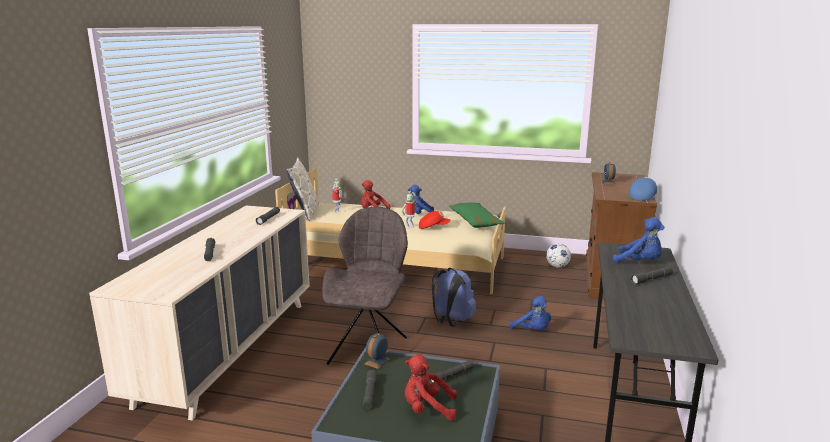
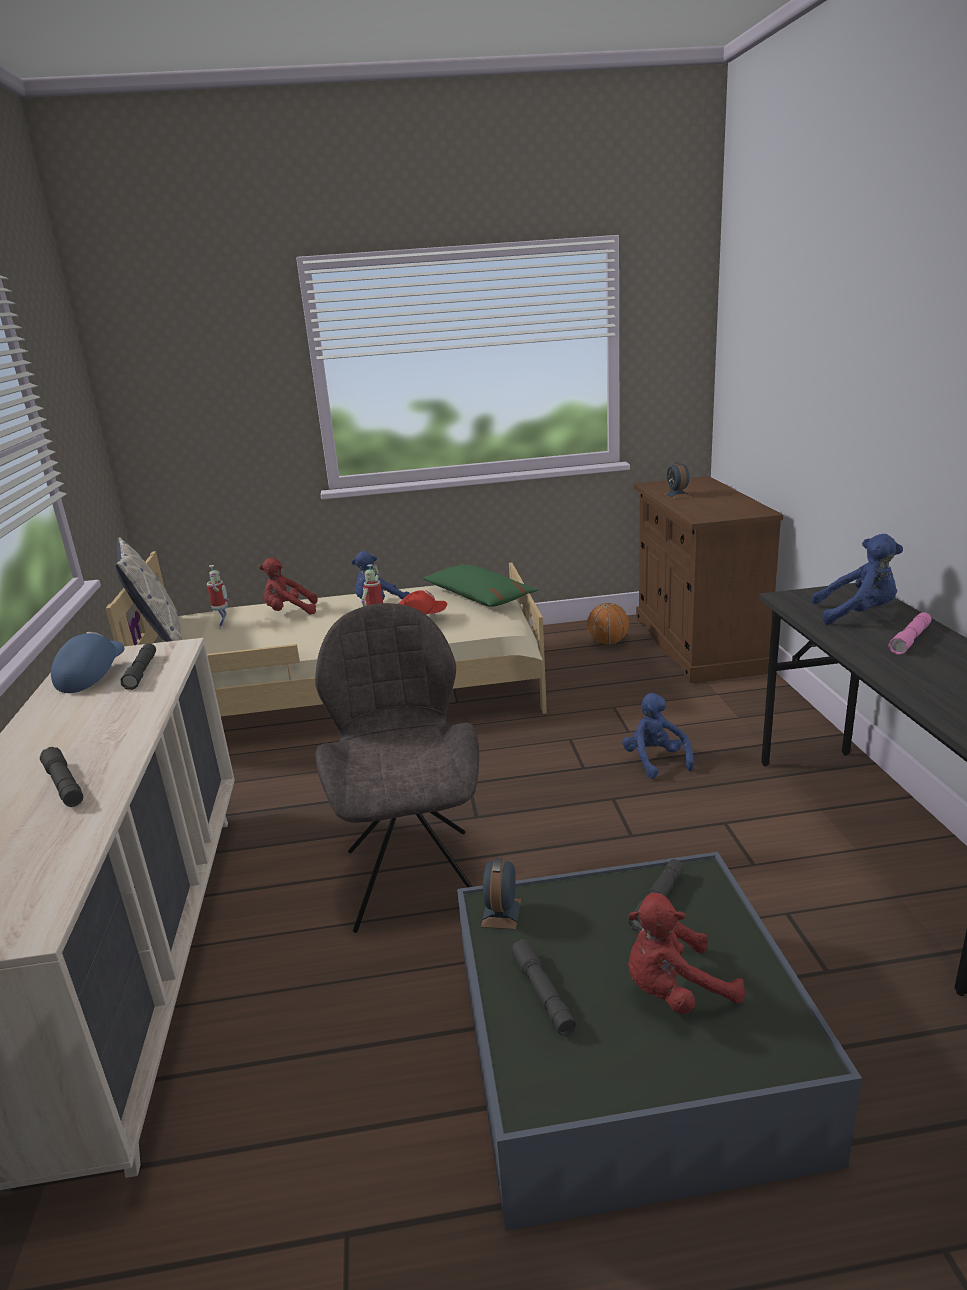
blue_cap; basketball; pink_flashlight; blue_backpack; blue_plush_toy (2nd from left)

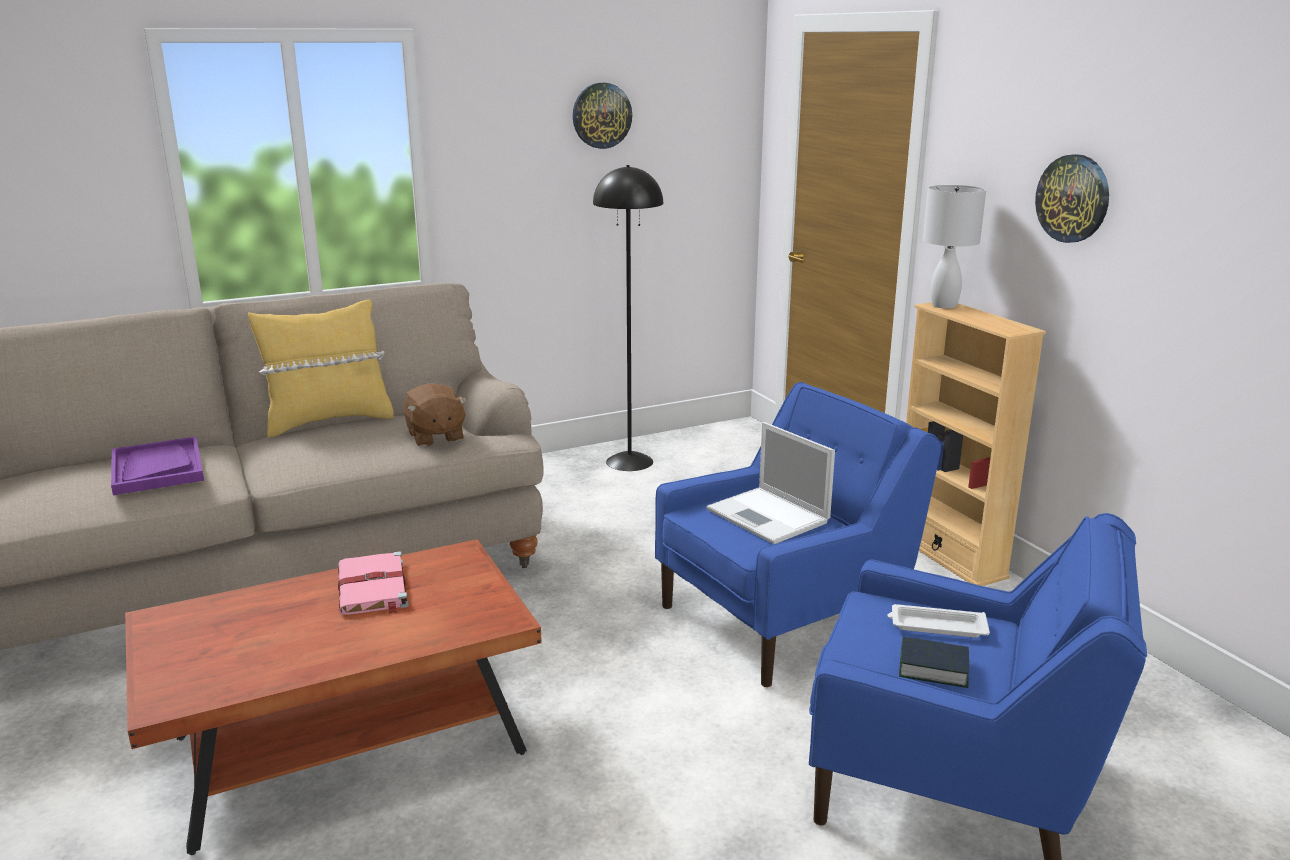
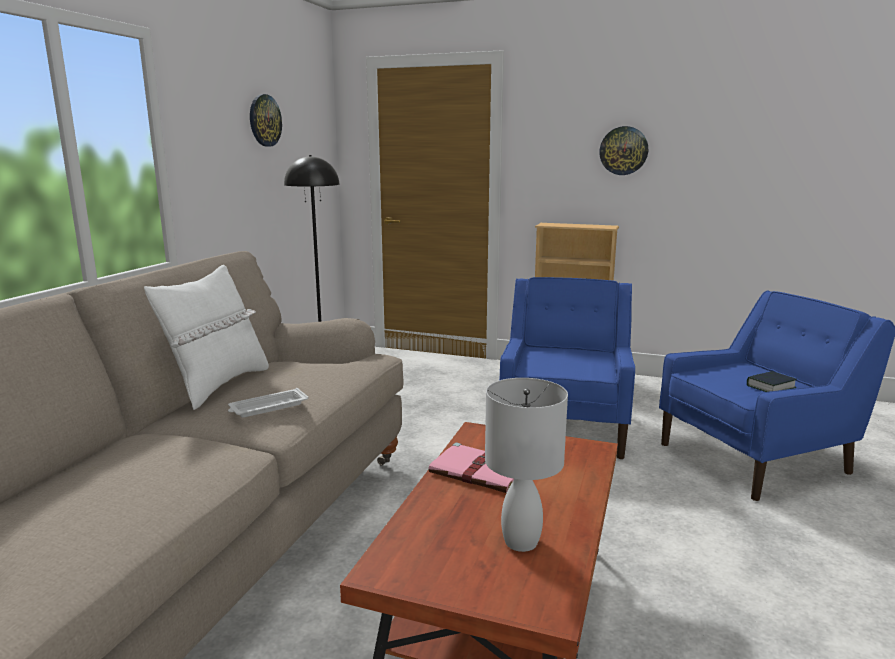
white_table_lamp; white_pillow; brown_plush_toy; laptop; purple_tray; white_tray

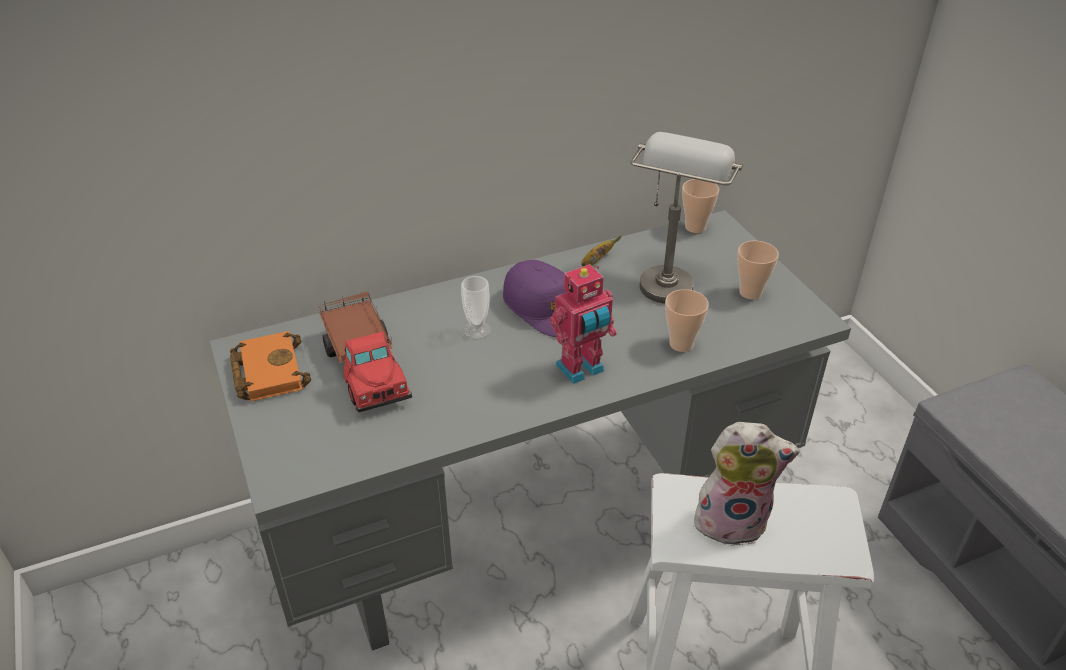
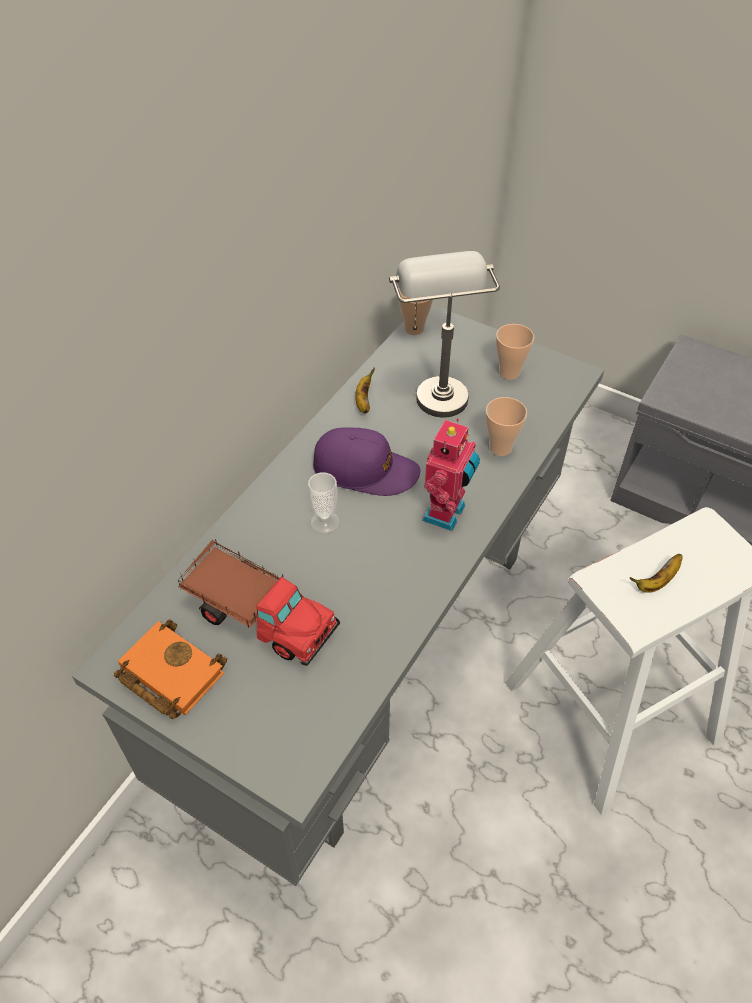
banana (2nd from left)

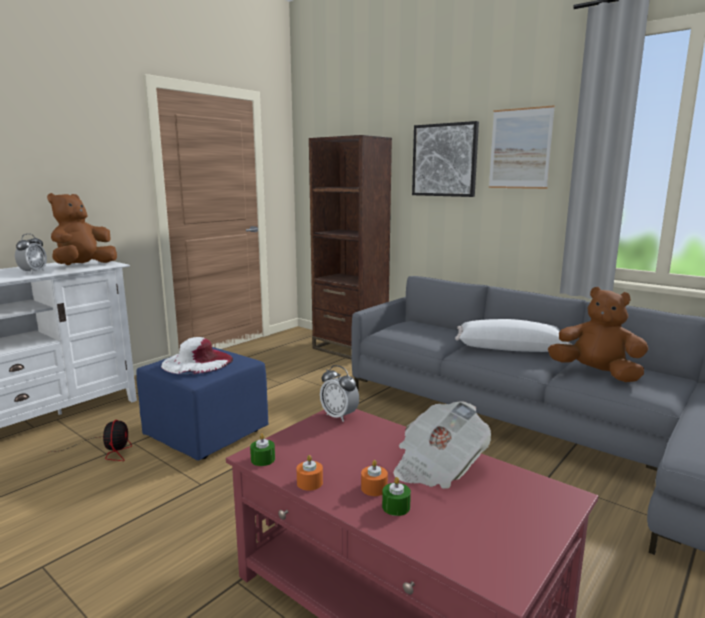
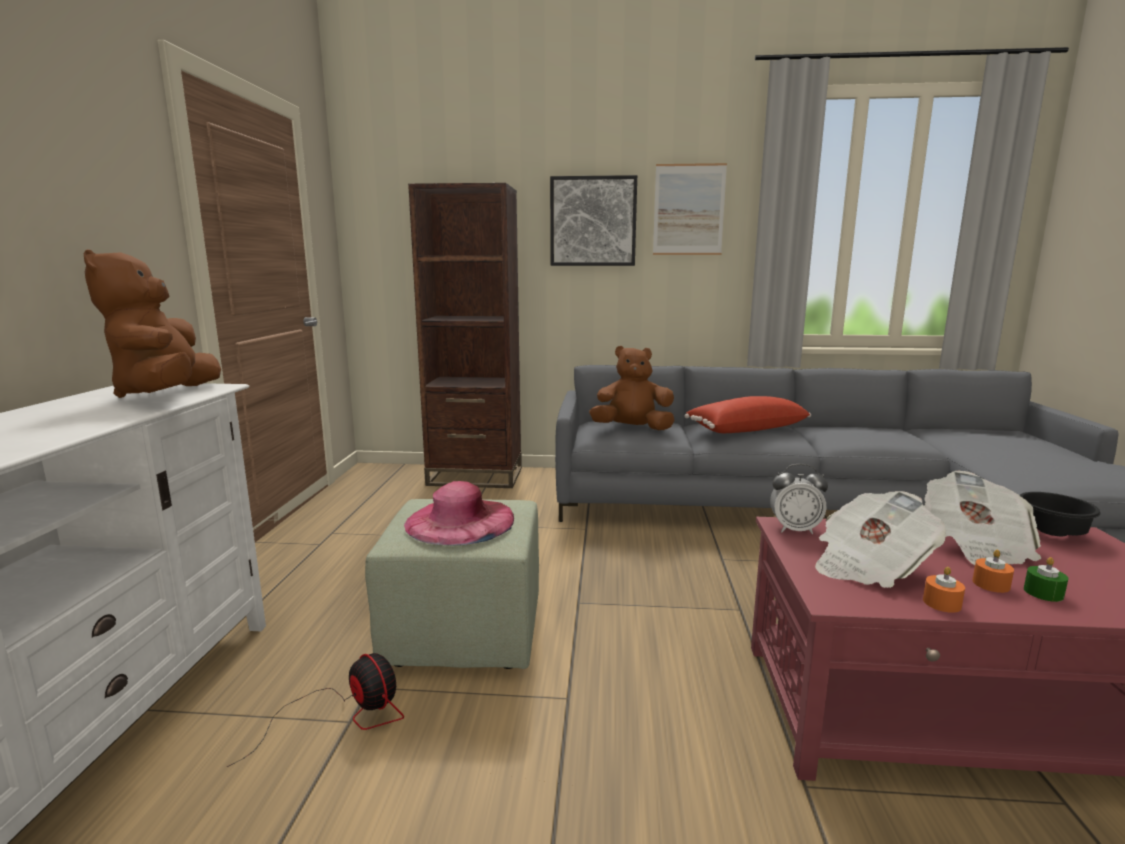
alarm_clock (1st from left in the first image); brown_plush_toy (2nd from left); red_pillow; pink_hat; green_ottoman; green_candle (1st from left in the first image); newspaper (1st from left); black_bowl

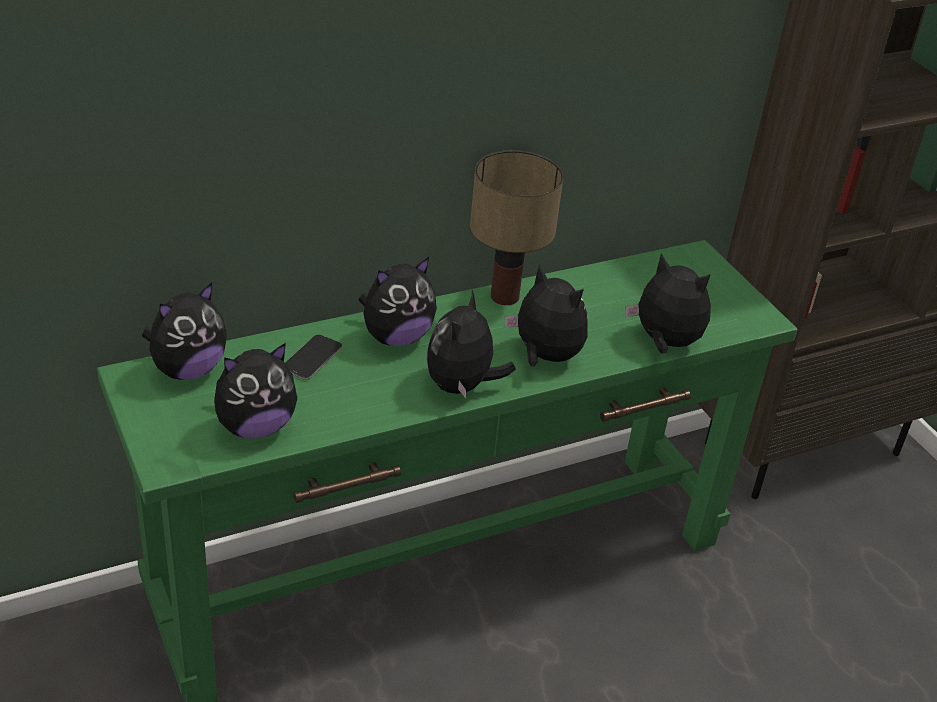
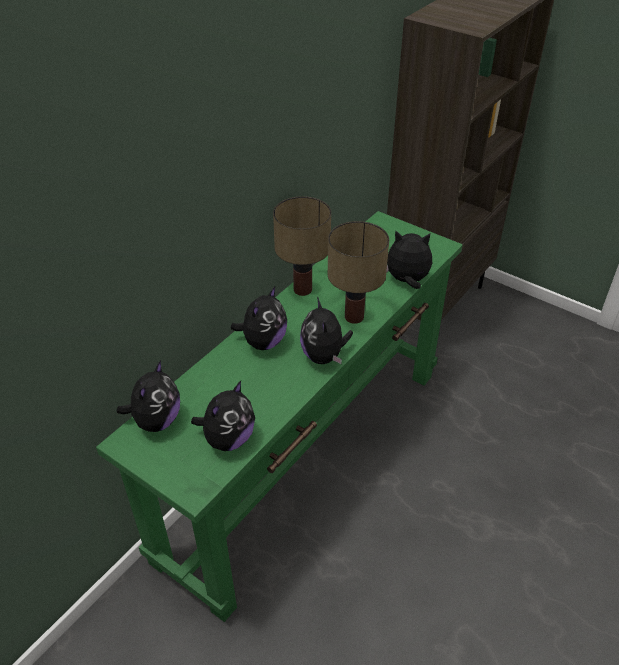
table_lamp (2nd from left); phone

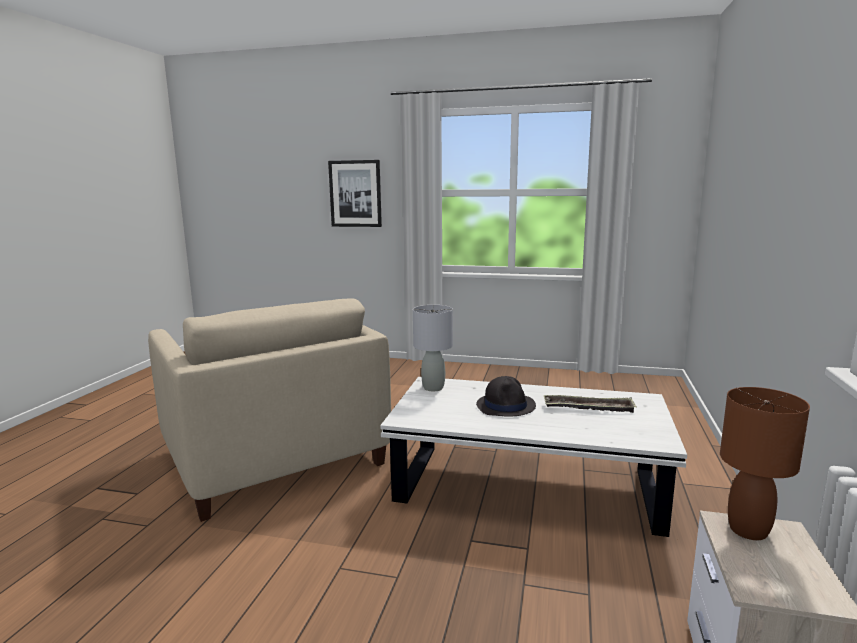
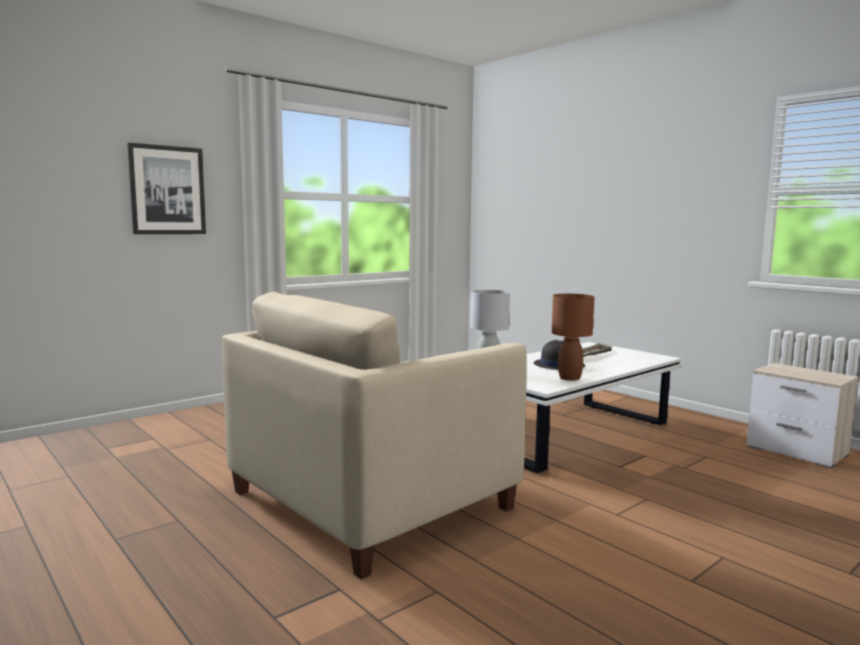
beige_armchair; brown_table_lamp

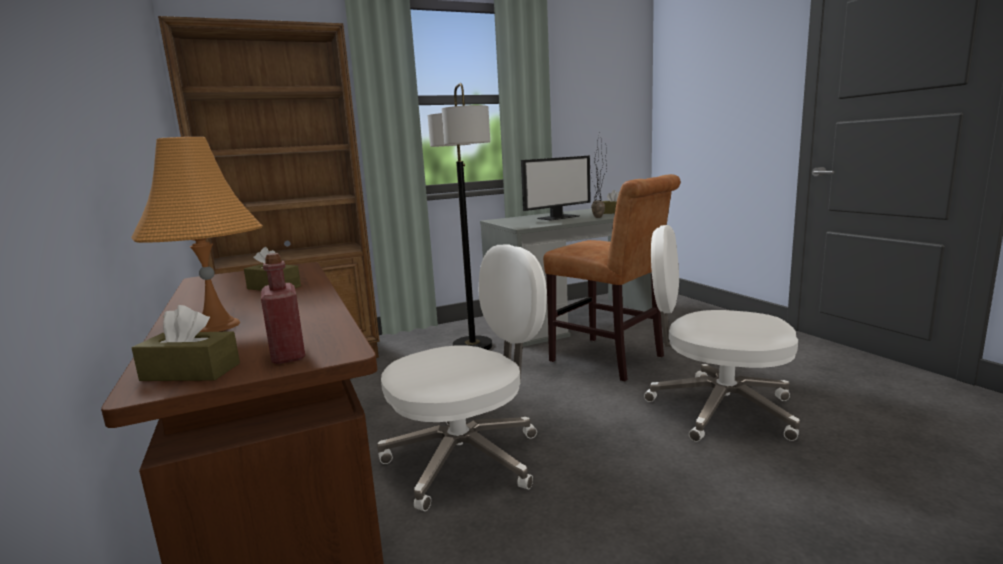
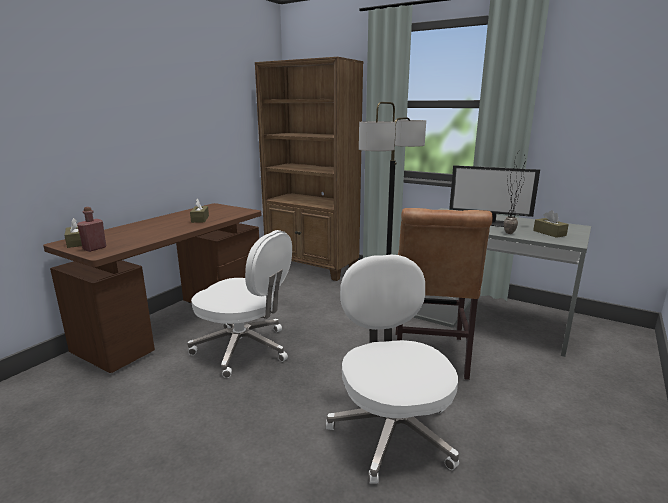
orange_table_lamp

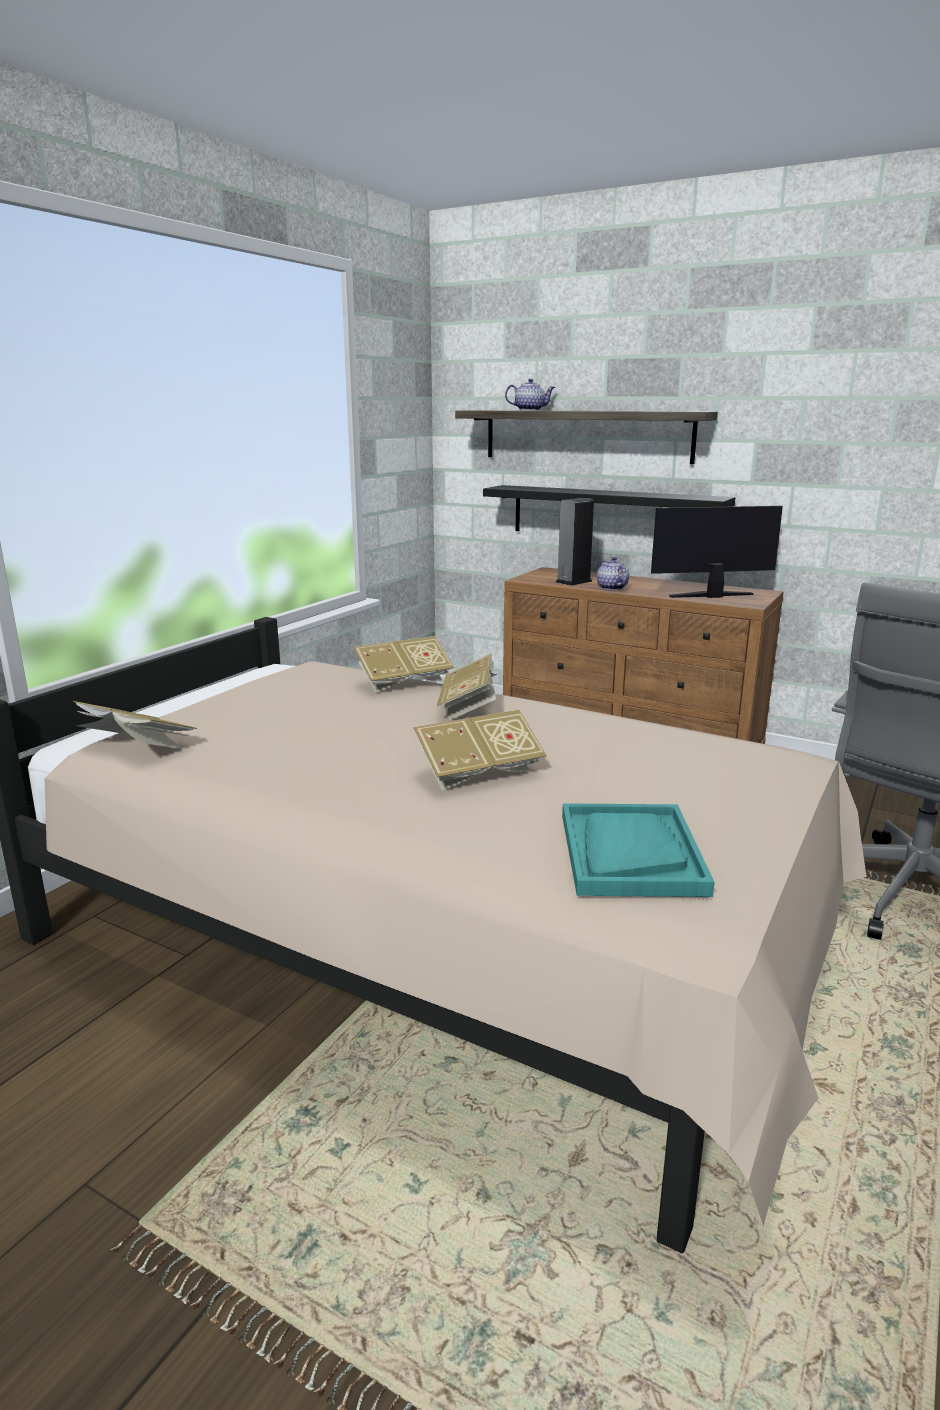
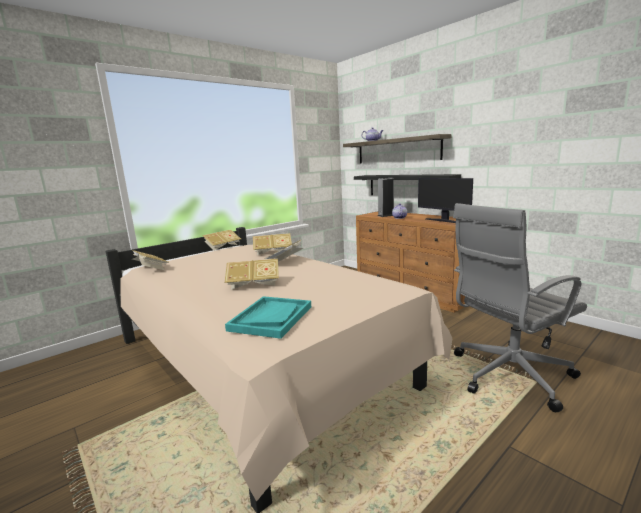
monitor; book (2nd from left)

